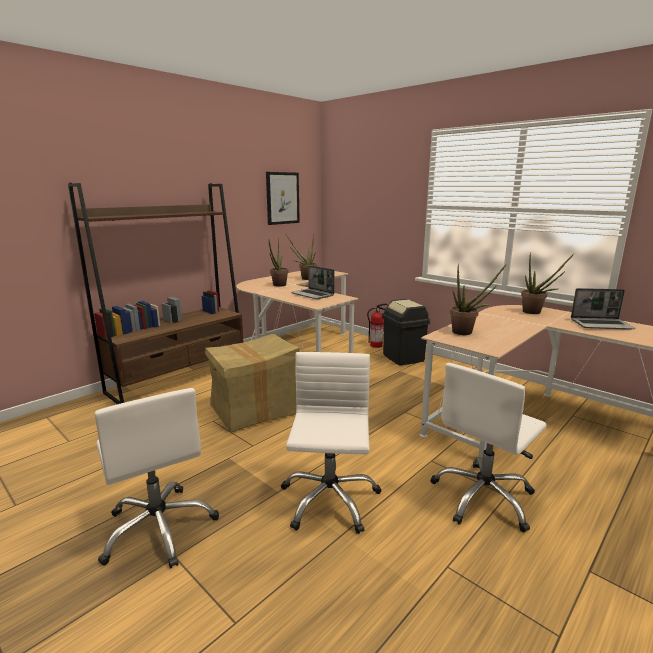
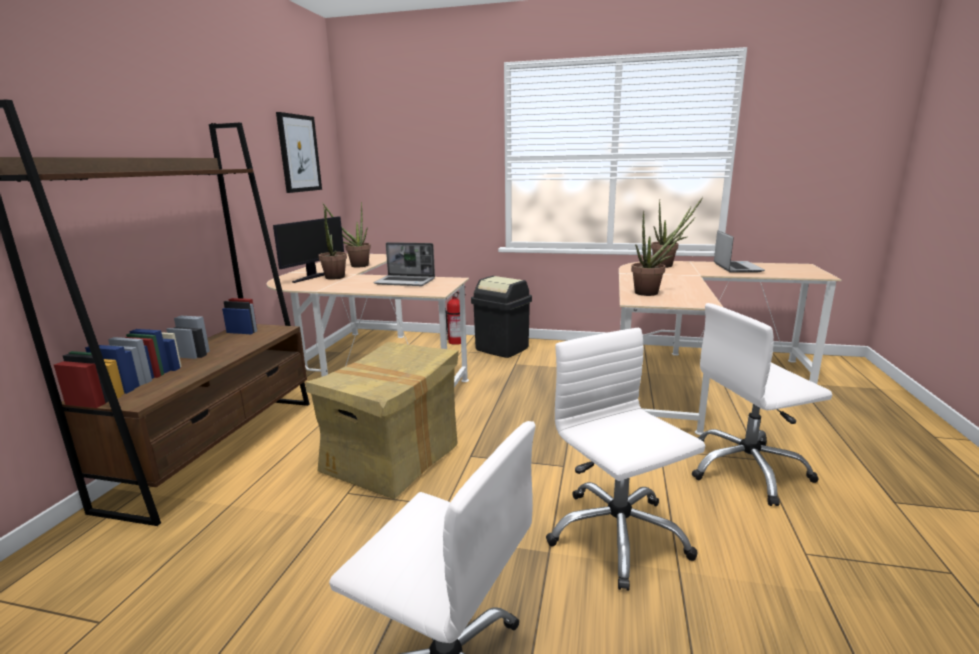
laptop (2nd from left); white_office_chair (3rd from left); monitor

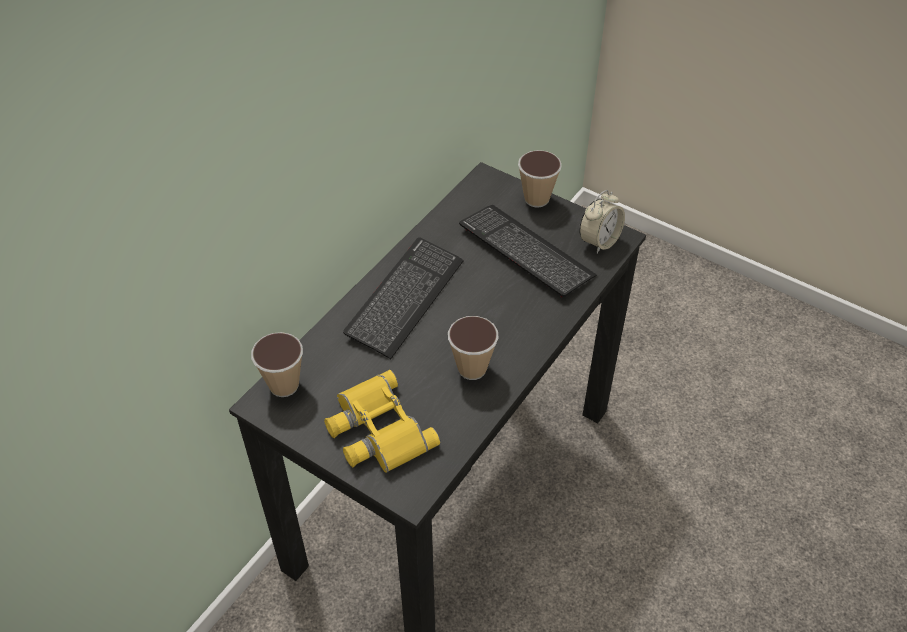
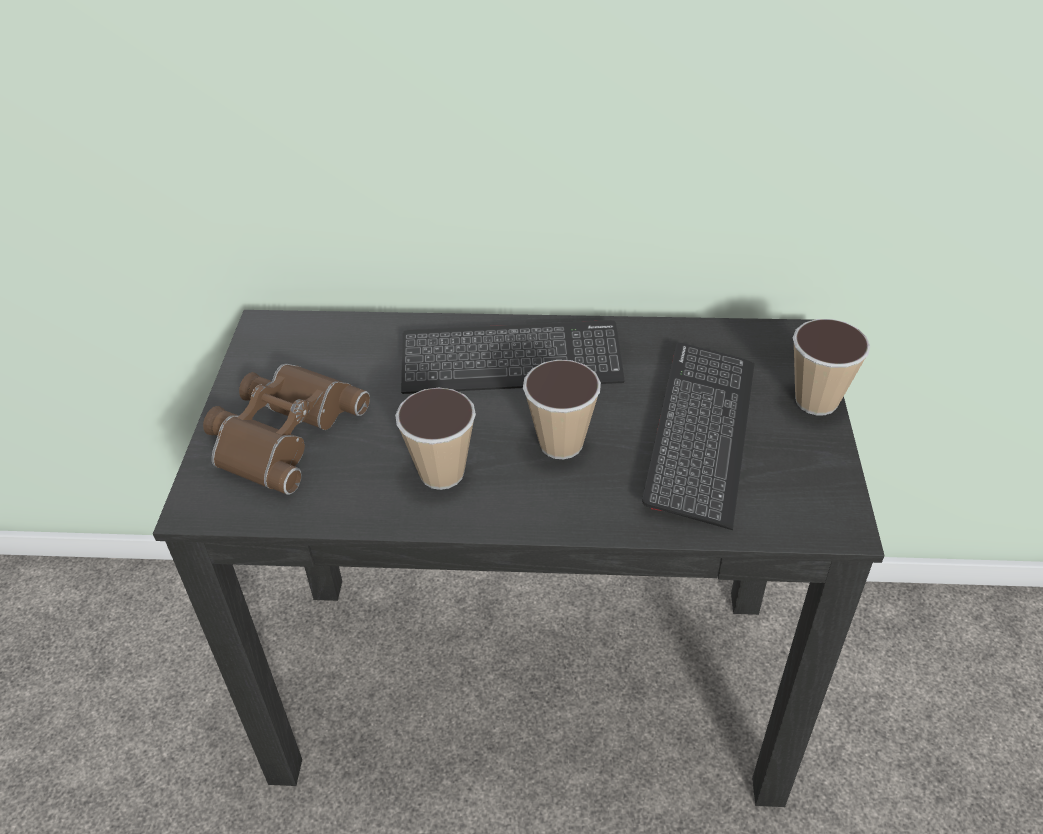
alarm_clock; cup (2nd from left); brown_binoculars

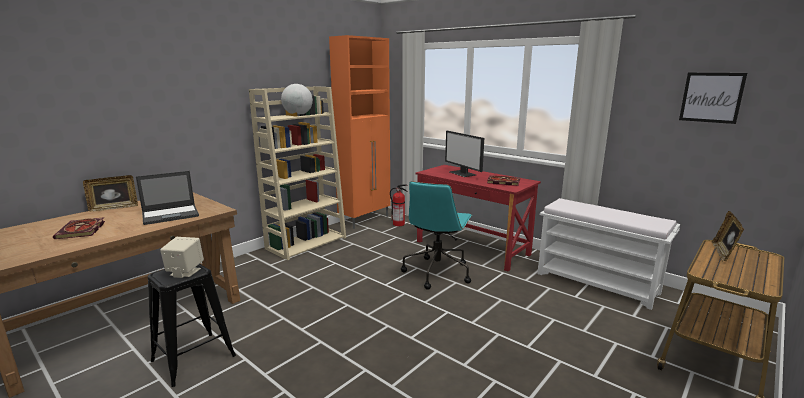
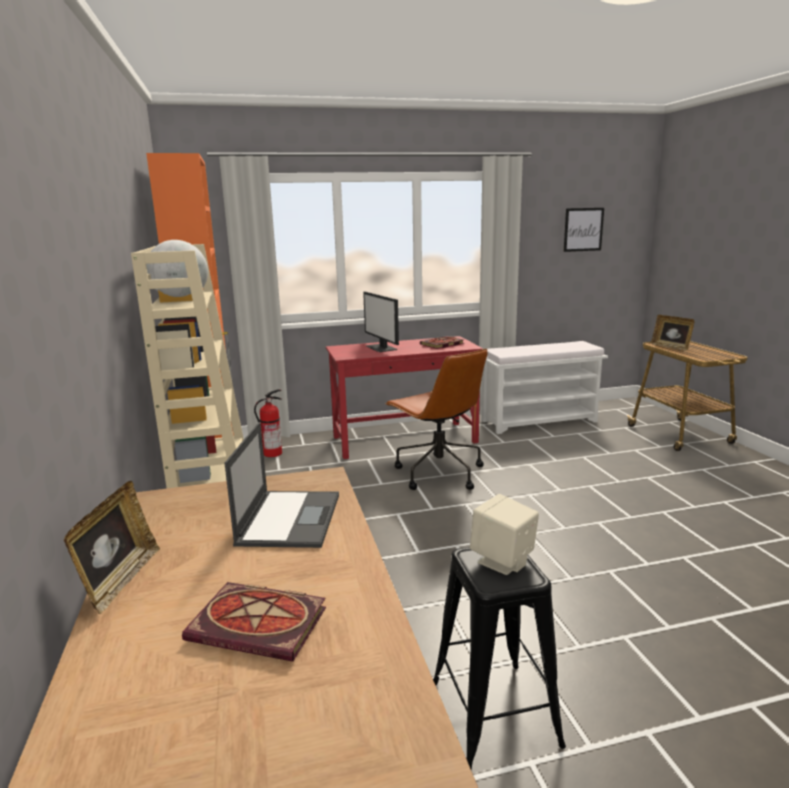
monitor; brown_office_chair

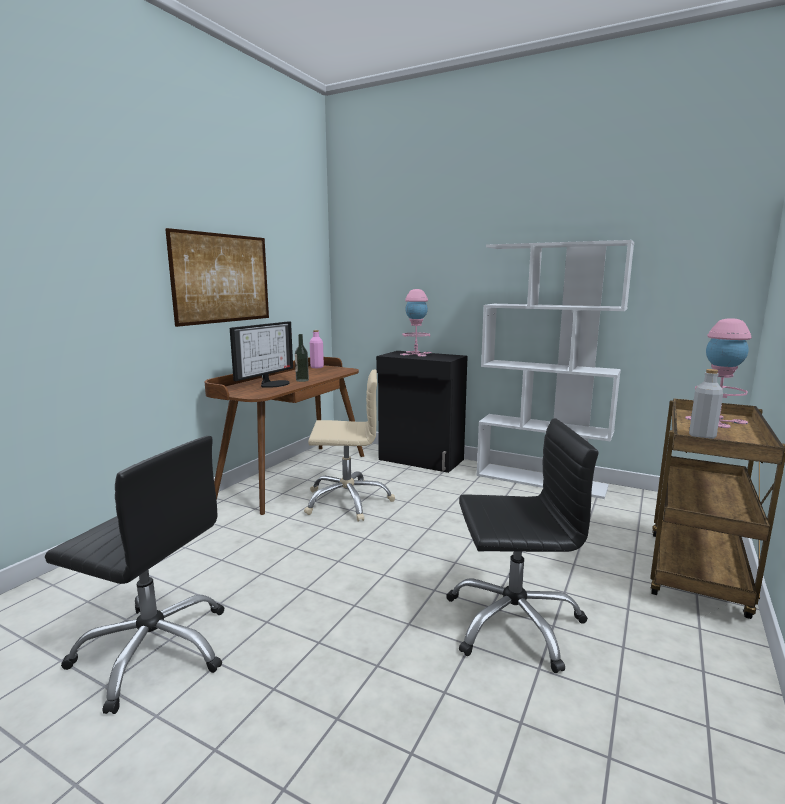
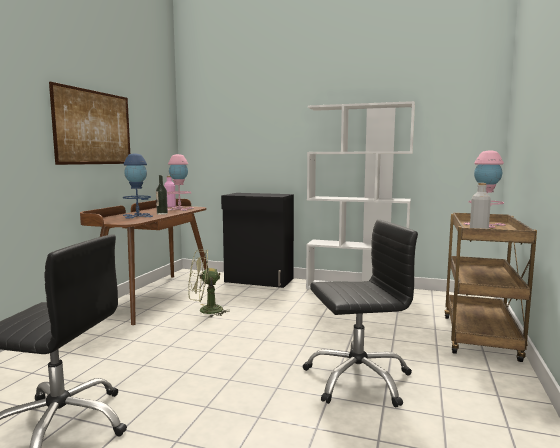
pink_table_lamp (1st from left); blue_table_lamp; green_fan

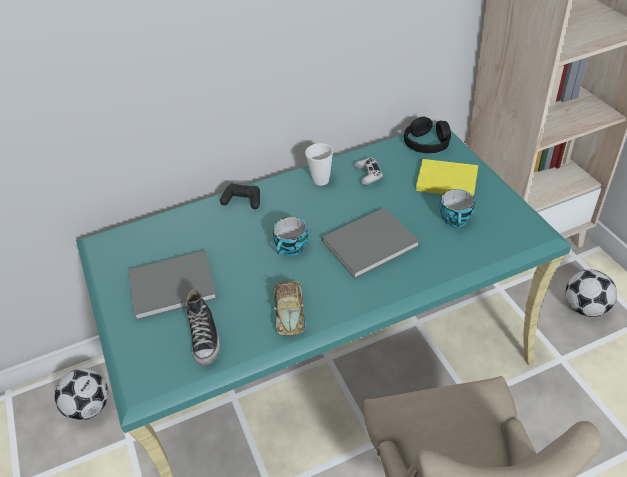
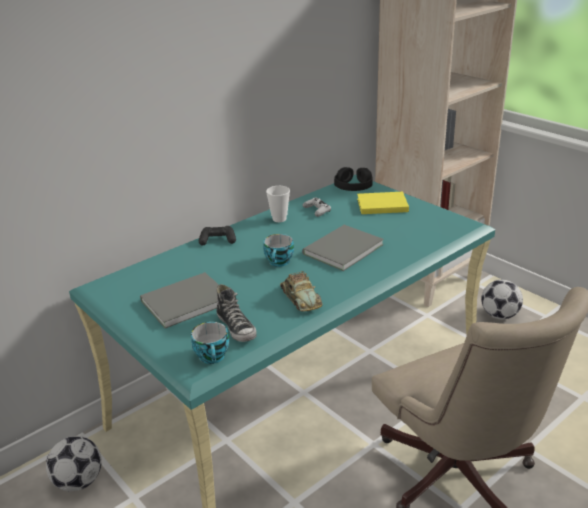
cup (1st from left)

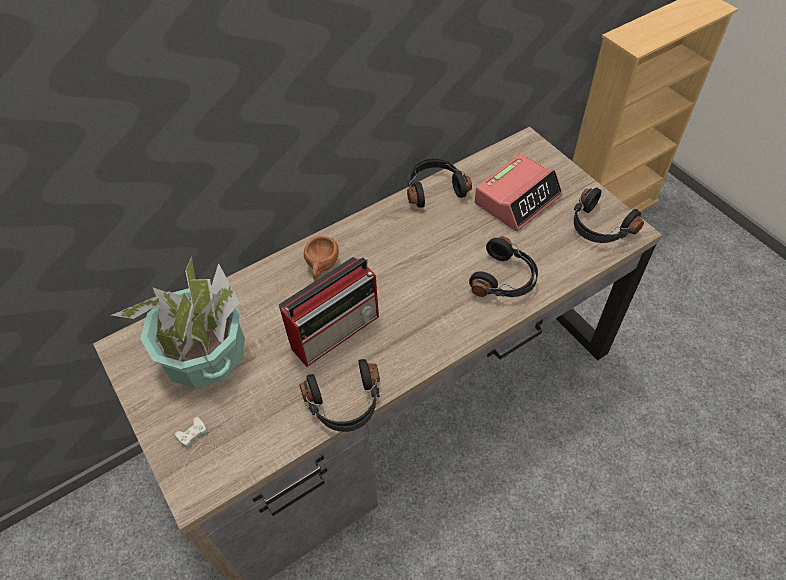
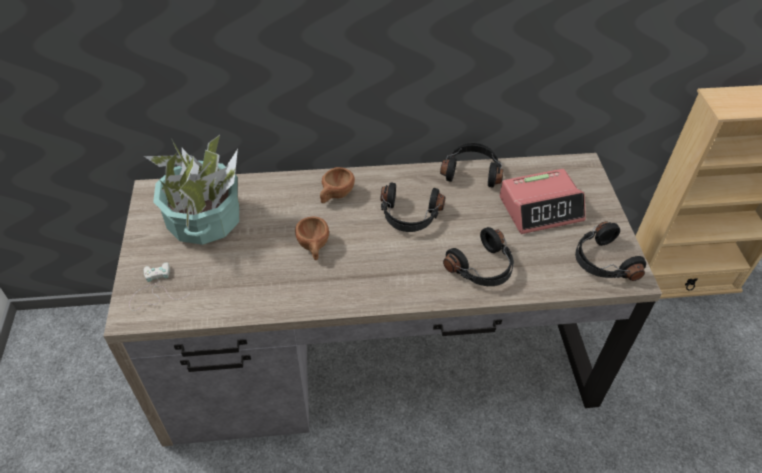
brown_cup (1st from left); black_headphones (1st from left)

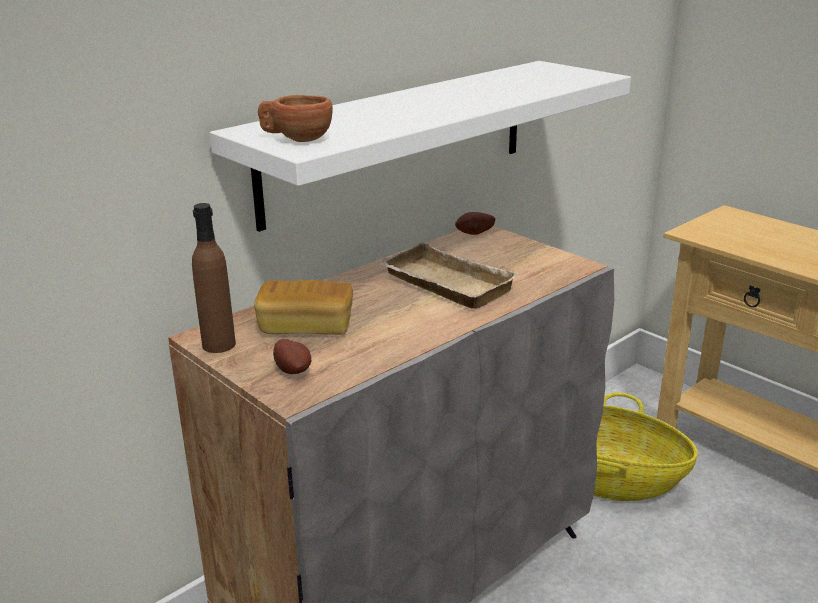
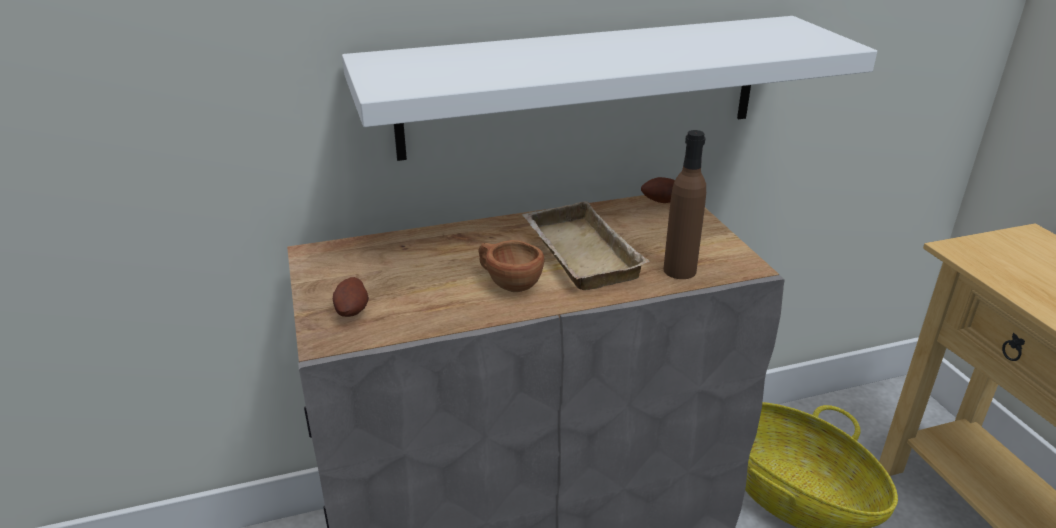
brown_cup; brown_bottle; bread

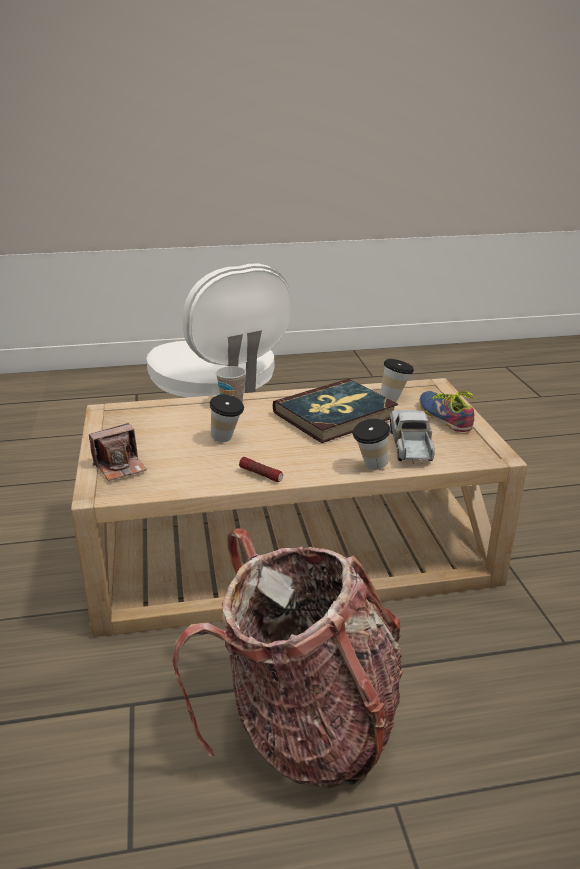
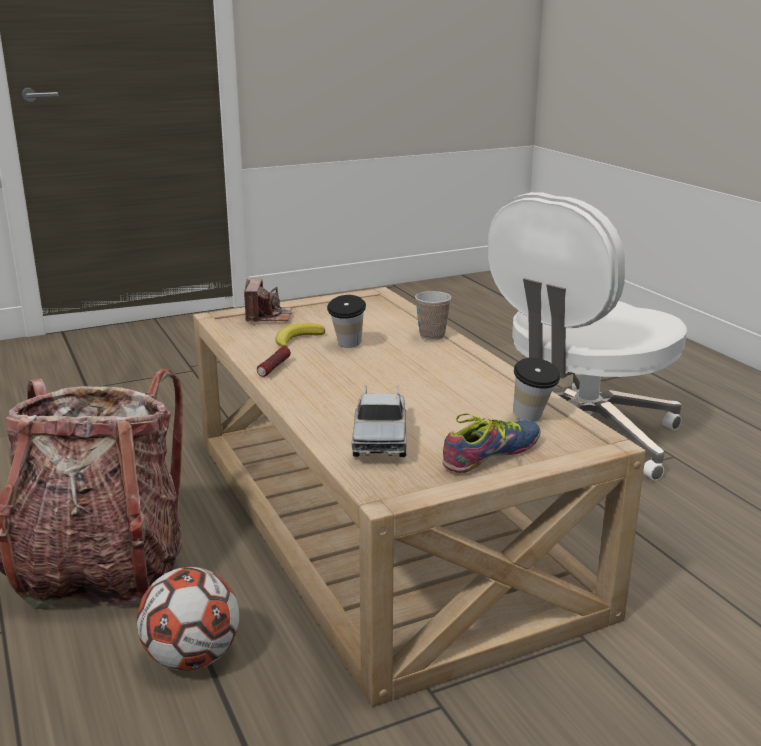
book; toy_truck; cup (3rd from left in the first image); photo_camera; banana; football

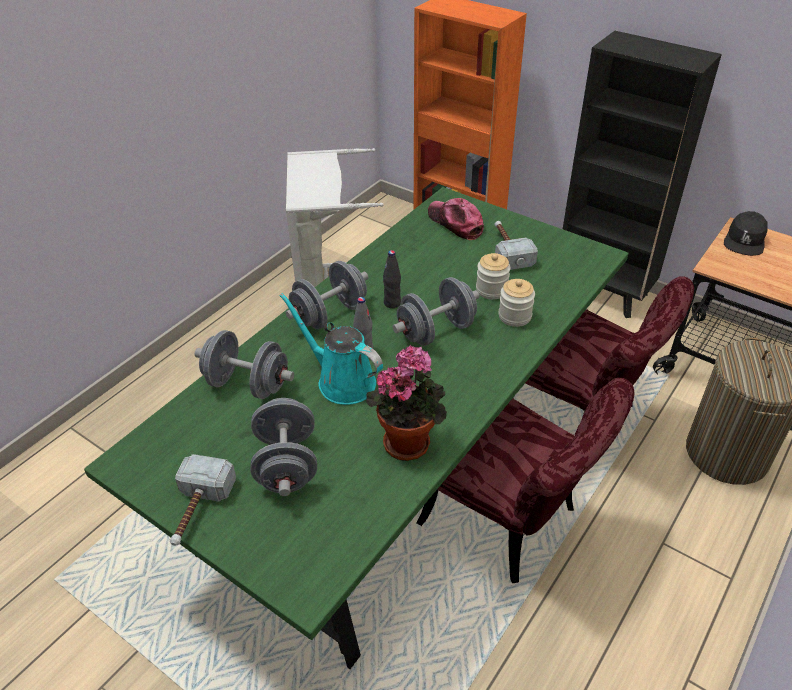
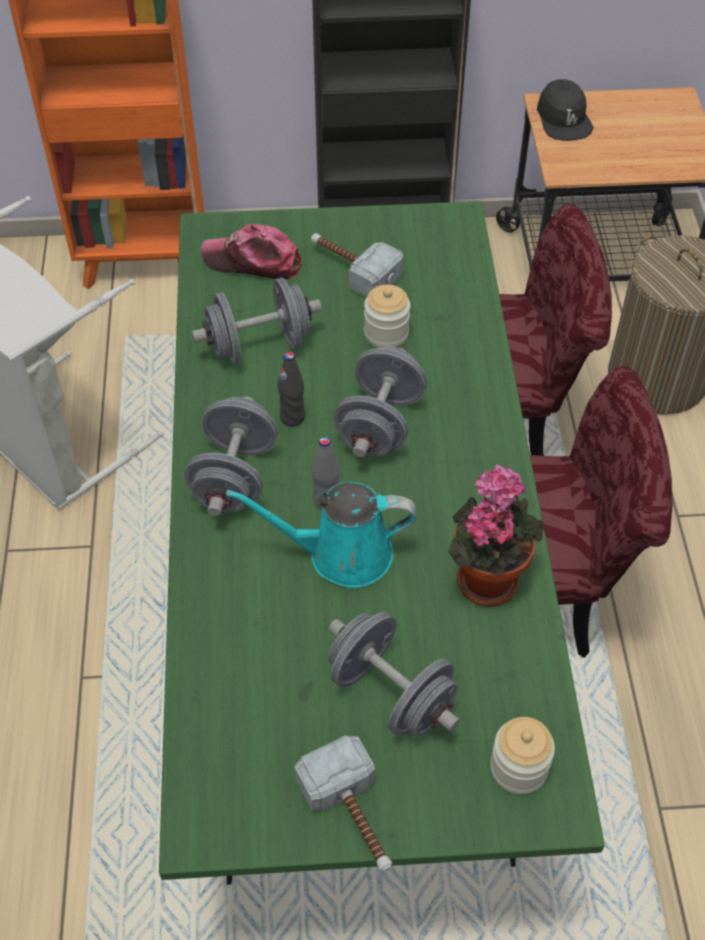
jar (2nd from left); grey_dumbbell (2nd from left)

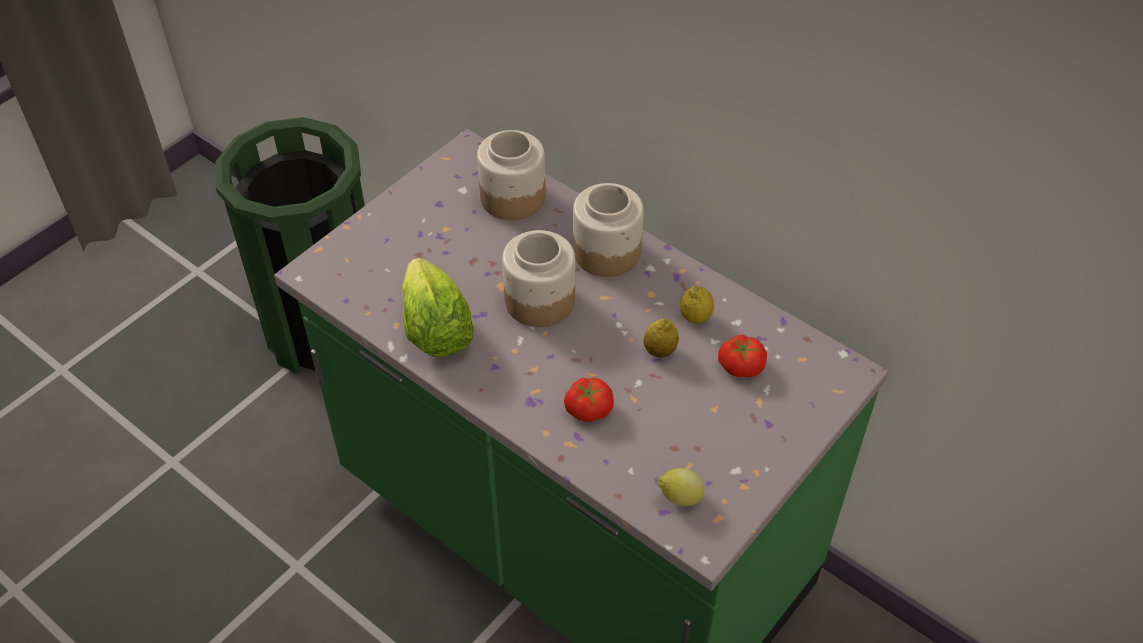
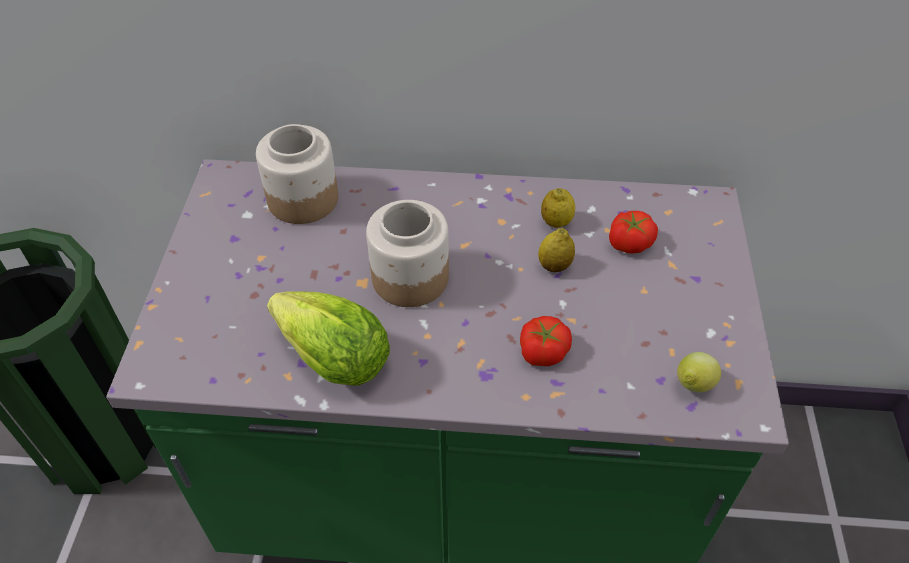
jar (3rd from left in the first image)

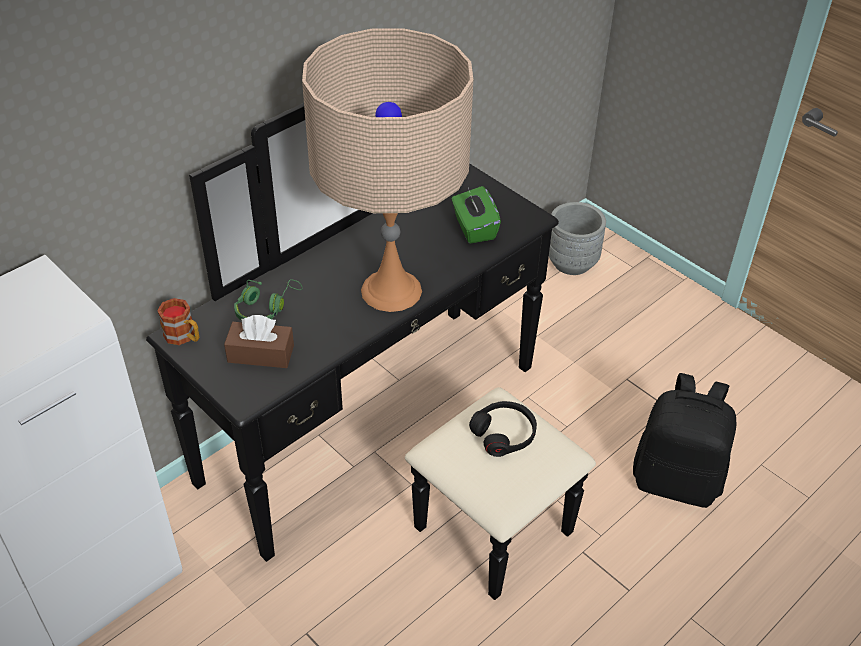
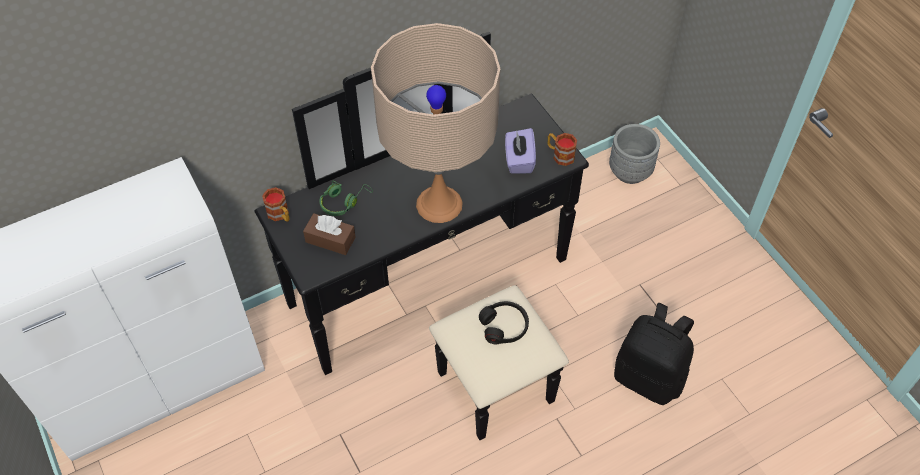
purple_tissue_box; mug (2nd from left)

